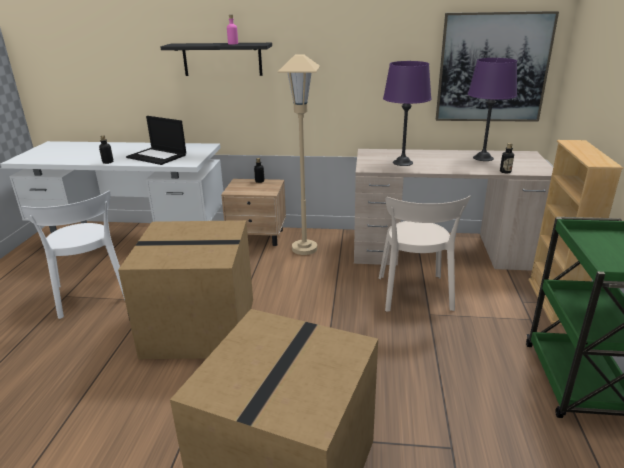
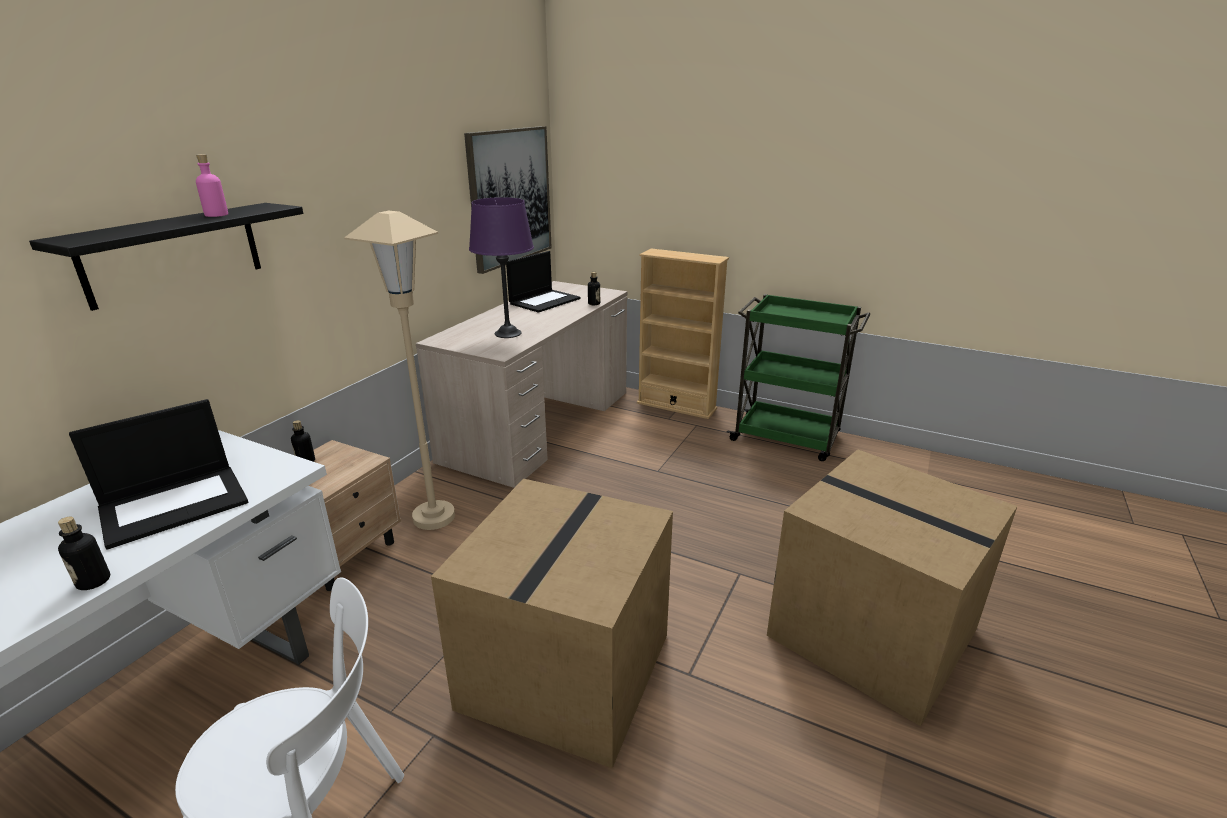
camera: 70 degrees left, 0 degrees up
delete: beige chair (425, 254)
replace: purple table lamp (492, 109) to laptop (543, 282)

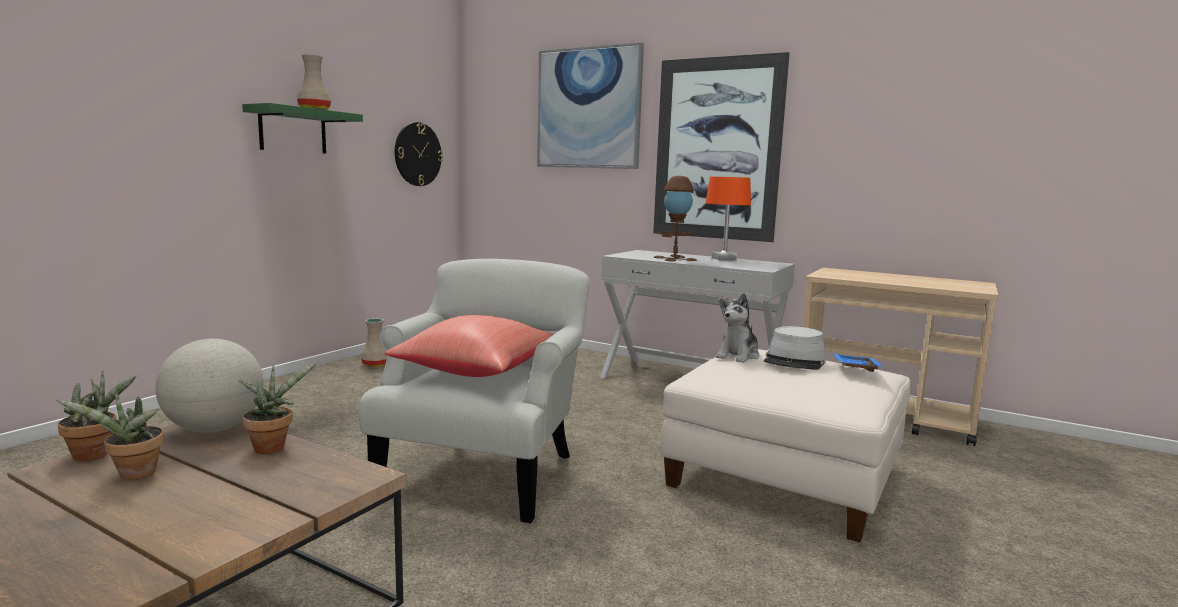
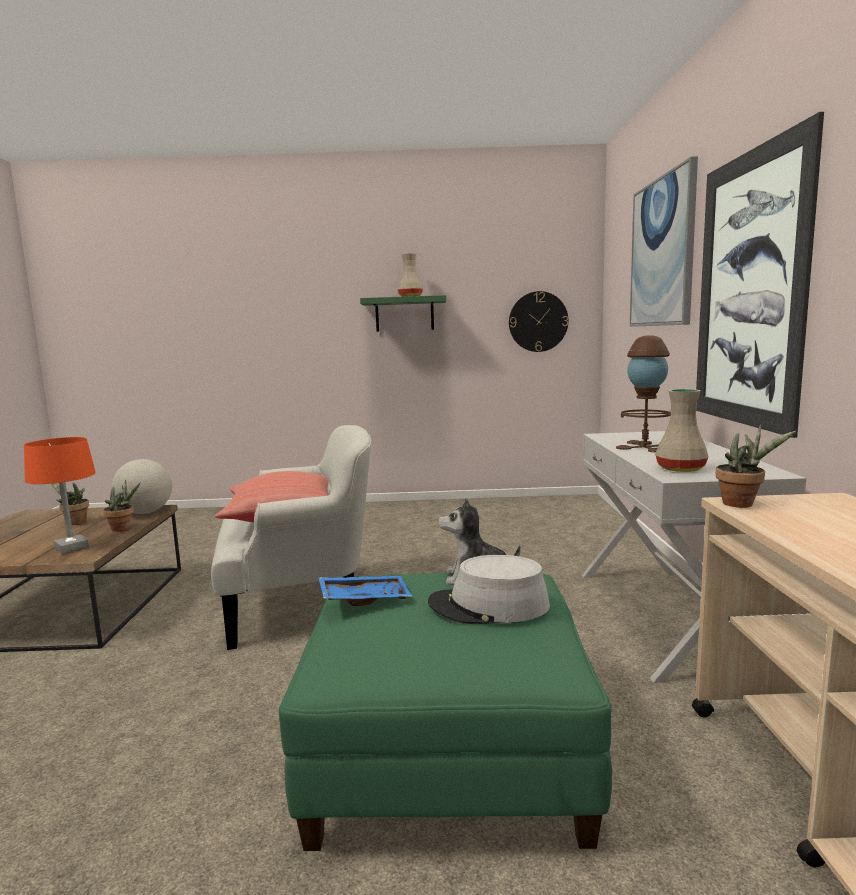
camera: 60 degrees right, 0 degrees up
move: orange table lamp (728, 218) to (60, 495); beige vase (374, 343) to (681, 430); blue tray (858, 362) to (365, 591); potted plant (97, 415) to (756, 466)
recolor: white ottoman (786, 446) to green ottoman (445, 712)

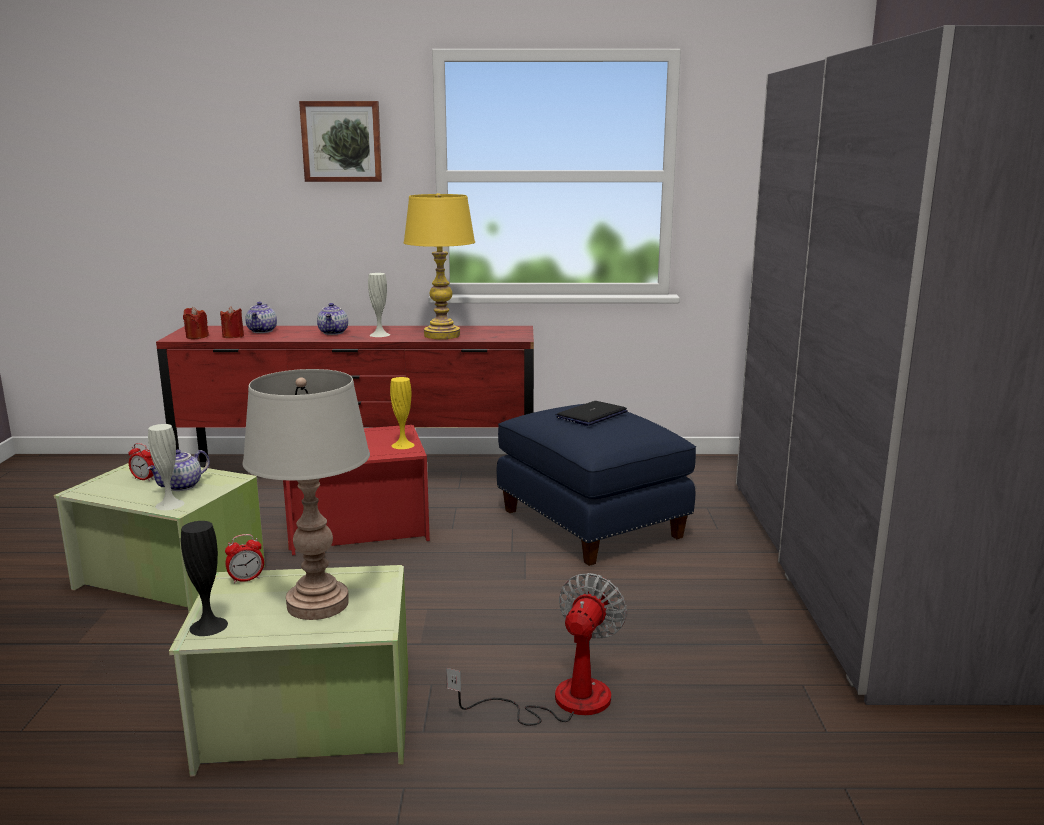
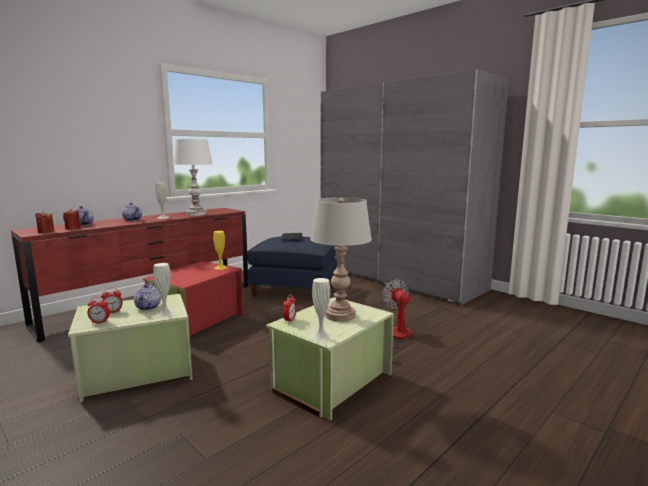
camera: 45 degrees left, 5 degrees down
delete: picture (340, 141)
insert: alarm clock (99, 310)
recolor: yellow table lamp (439, 266) to white table lamp (193, 177); black vase (204, 578) to white vase (321, 309)

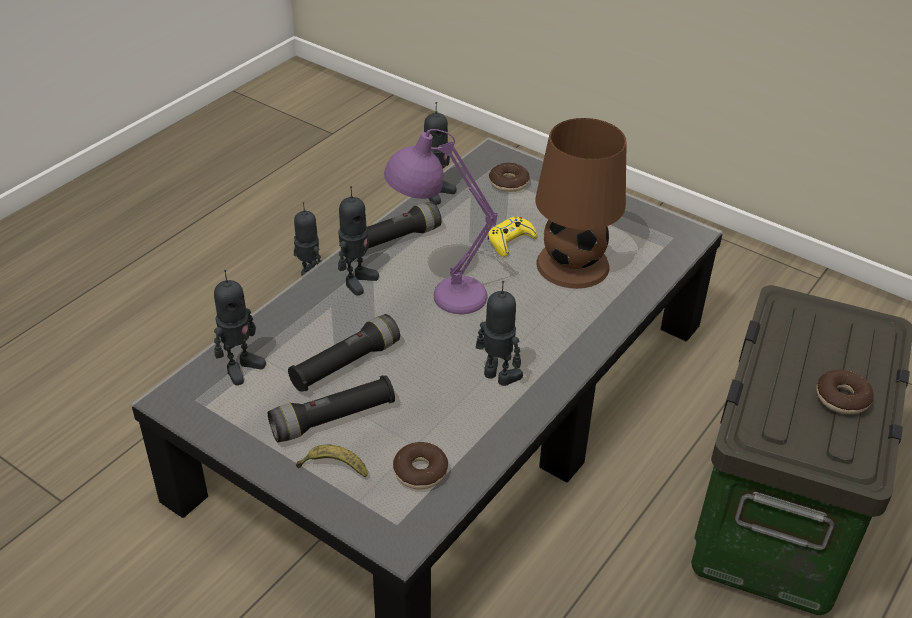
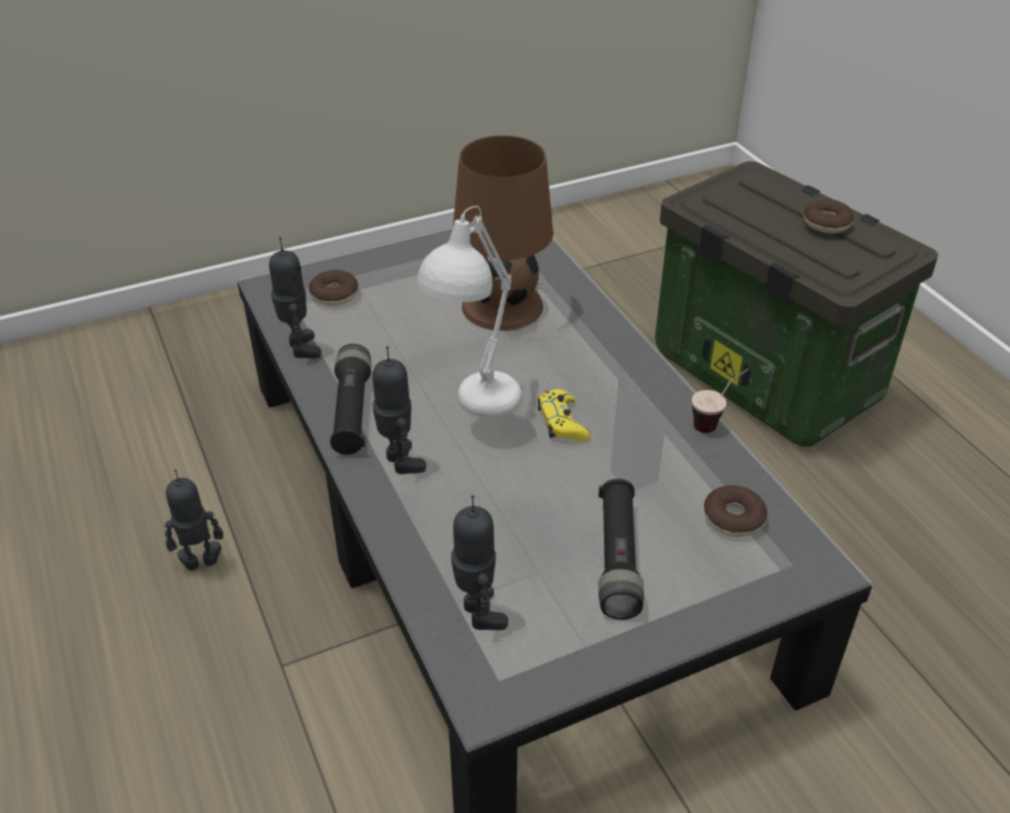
camera: 60 degrees left, 0 degrees up
delete: toy robot (499, 333); black flashlight (344, 353); banana (332, 461)
insert: cup (720, 401)
move: yellow game controller (512, 236) to (564, 415)
recolor: purple table lamp (440, 221) to white table lamp (469, 311)

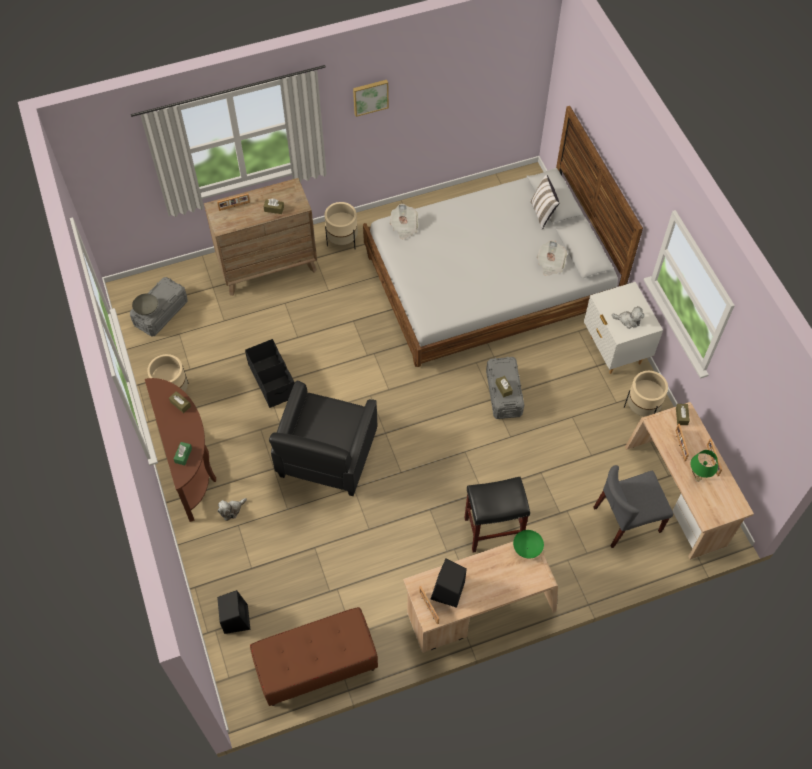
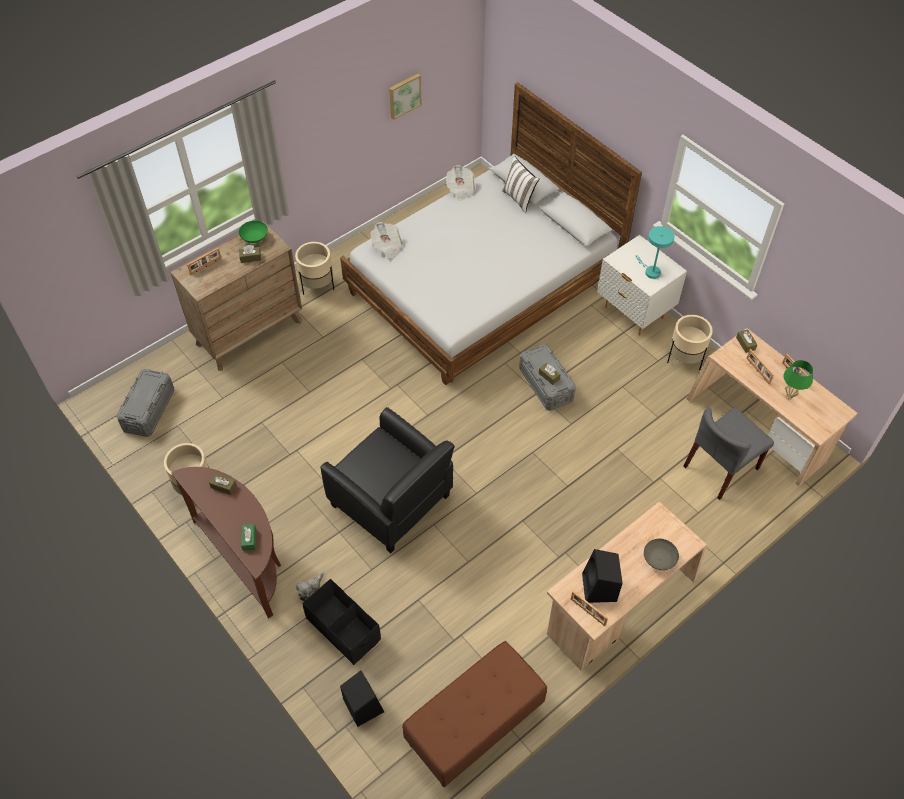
camera: 20 degrees left, 5 degrees down
delete: black stool (497, 514)
move: picture (371, 98) to (405, 97); newspaper (552, 258) to (460, 183); grey bowl (145, 304) to (661, 554); black storage box (270, 373) to (342, 622); green bowl (528, 544) to (253, 232)
replace: plush toy (628, 317) to turquoise table lamp (655, 252)
rotate: black armchair (323, 438) = (387, 480) 45 degrees counterclockwise

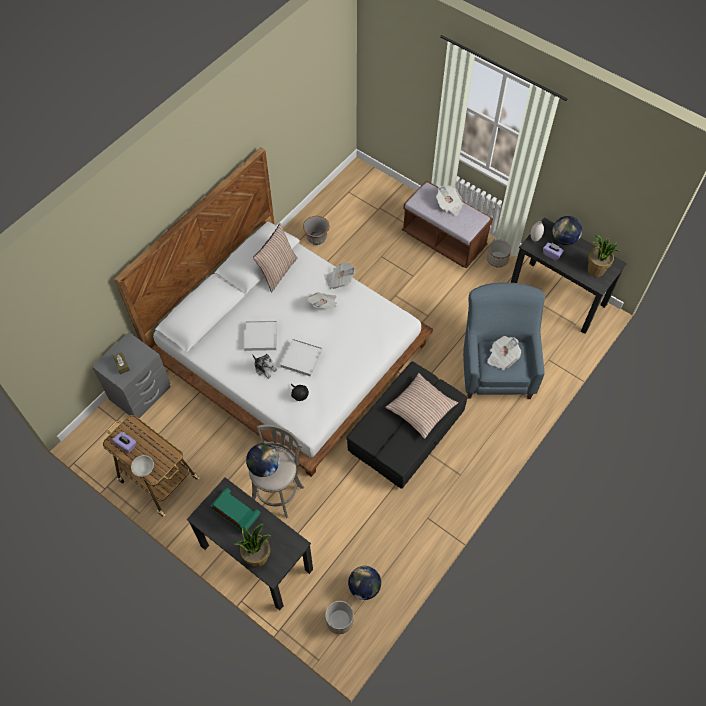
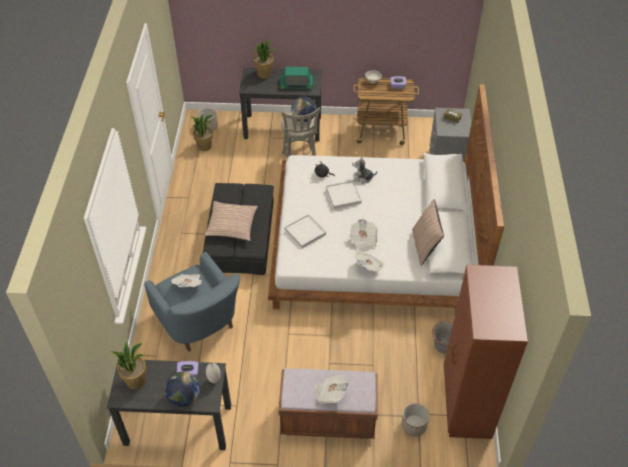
camera: 145 degrees right, 10 degrees down
insert: brown wardrobe (486, 352)
move: planter (499, 253) to (415, 419); white tray (260, 336) to (305, 231)
replace: globe (364, 583) to potted plant (201, 133)

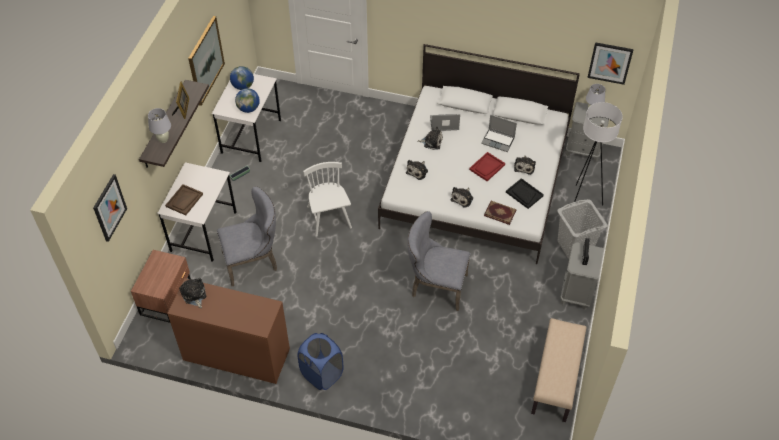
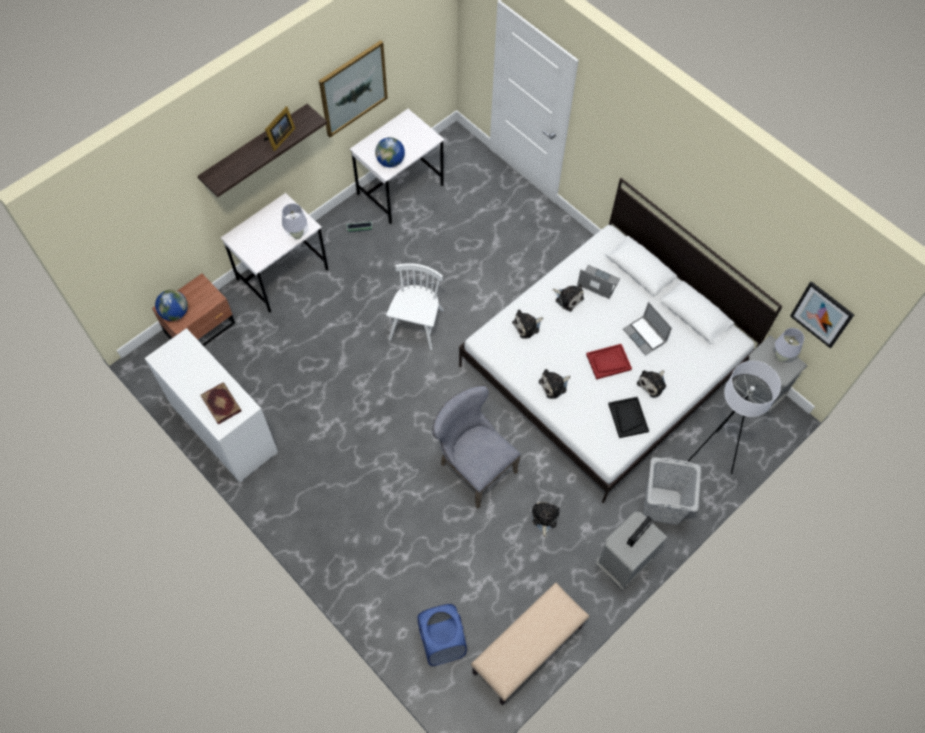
camera: 30 degrees right, 10 degrees up
delete: picture (110, 208); brown tray (184, 199); grey chair (247, 236)
move: globe (242, 78) to (171, 305); white table lamp (159, 125) to (294, 221); book (500, 213) to (221, 404); plush toy (192, 293) to (546, 519); blue laundry basket (321, 361) to (442, 635)
recolor: brown dresser (228, 331) to white dresser (211, 405)

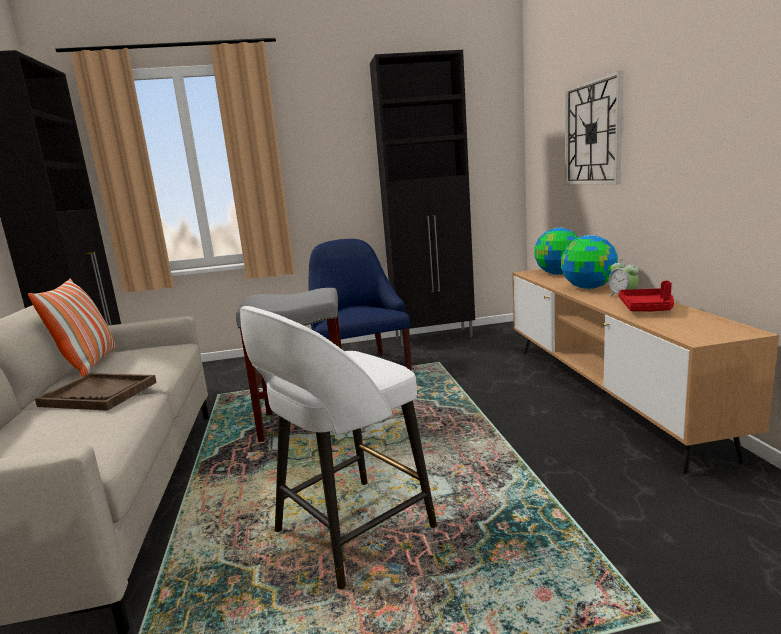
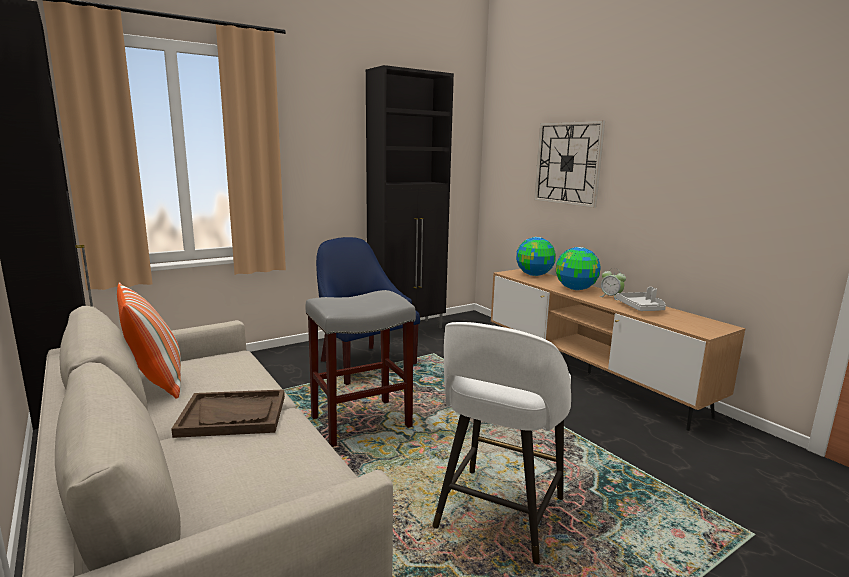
camera: 25 degrees left, 0 degrees up
recolor: red tray (646, 296) to grey tray (641, 299)

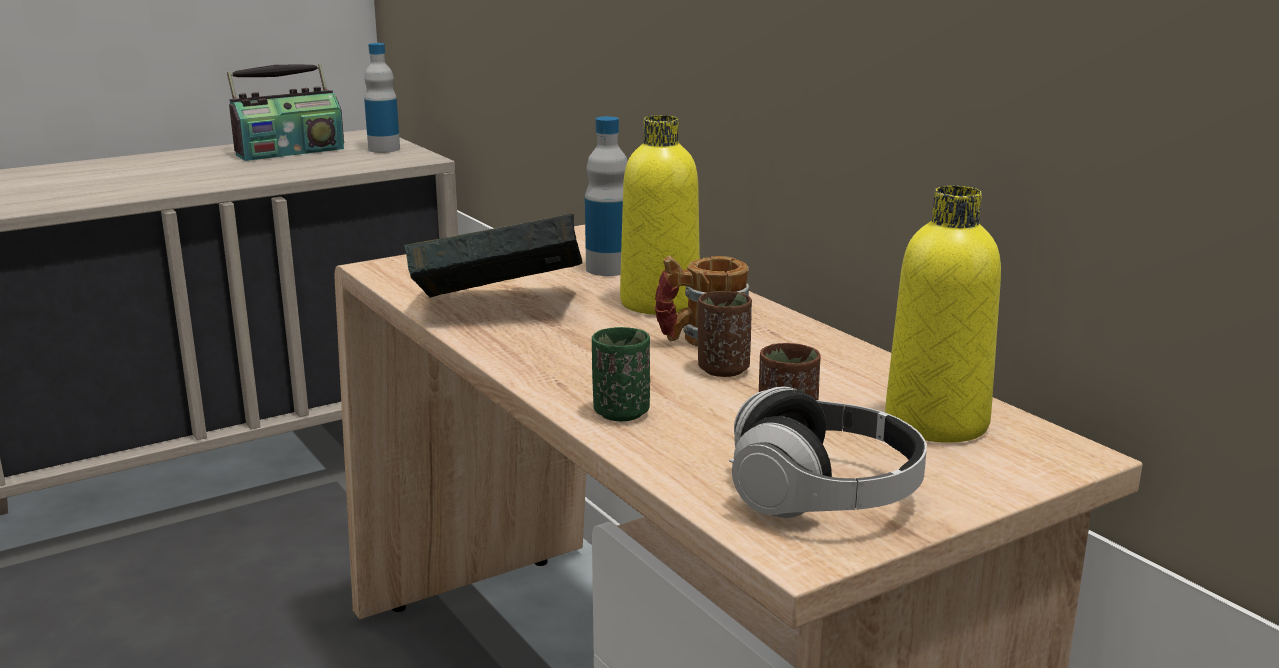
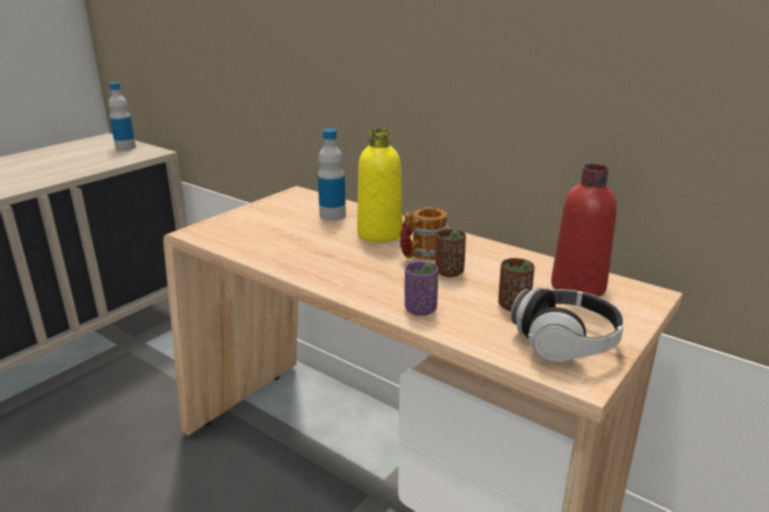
camera: 20 degrees left, 5 degrees up
delete: radio (285, 112); book (493, 256)
recolor: yellow bottle (943, 314) to red bottle (584, 230); green cup (621, 374) to purple cup (421, 288)

